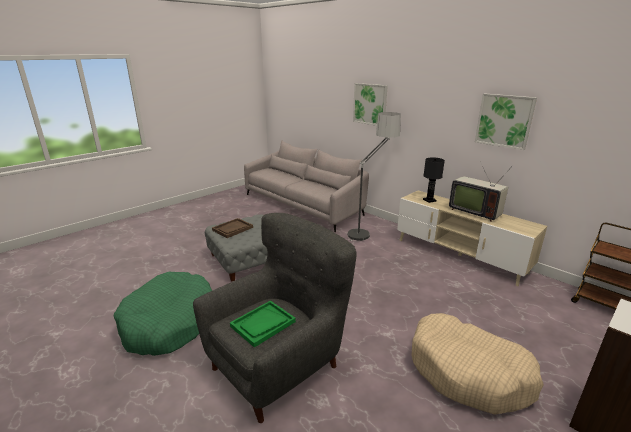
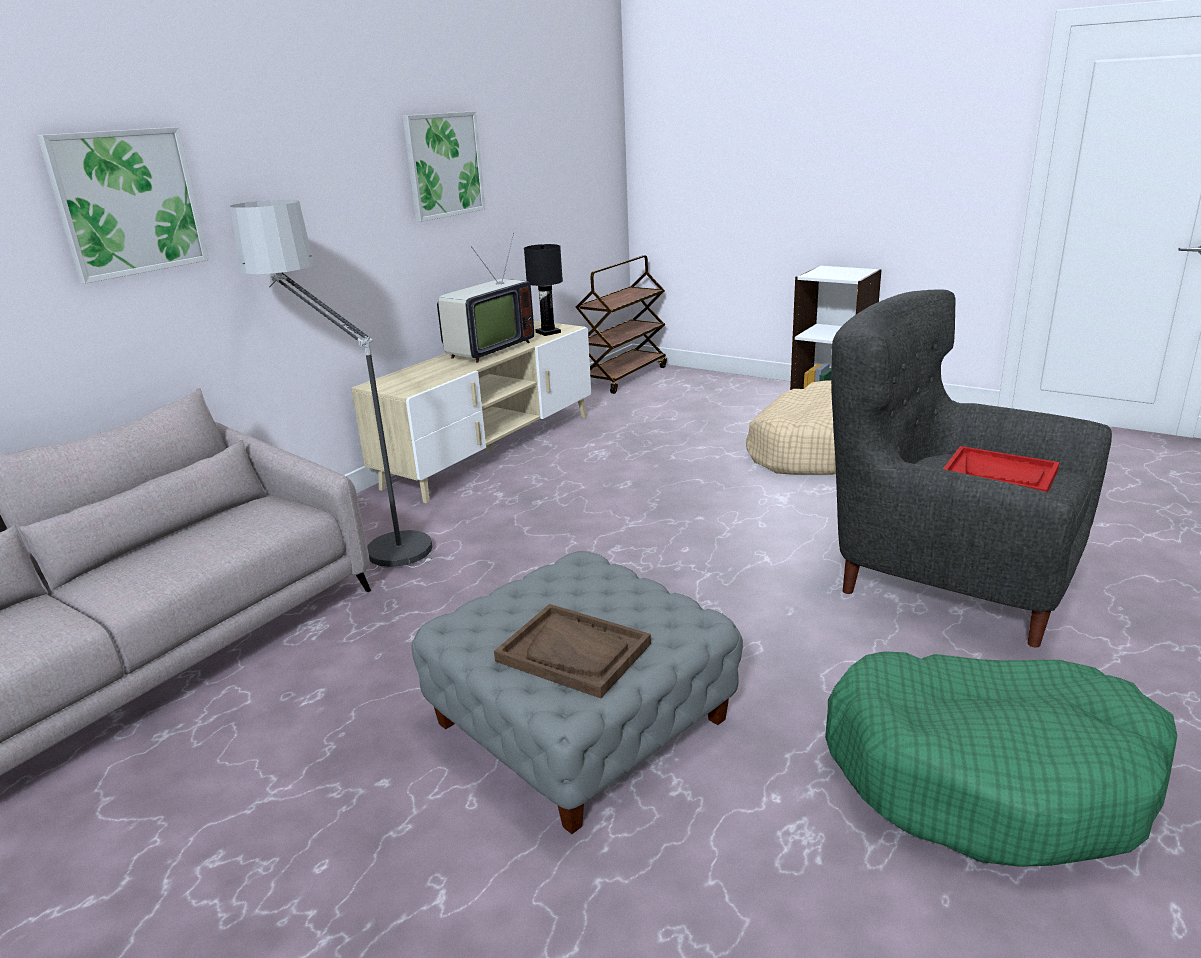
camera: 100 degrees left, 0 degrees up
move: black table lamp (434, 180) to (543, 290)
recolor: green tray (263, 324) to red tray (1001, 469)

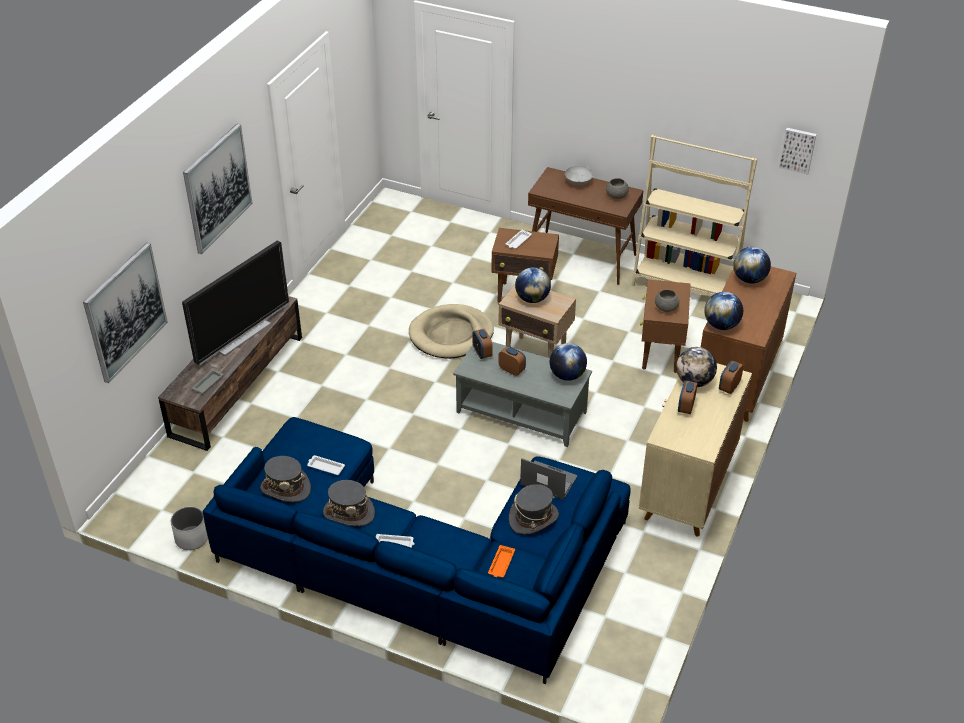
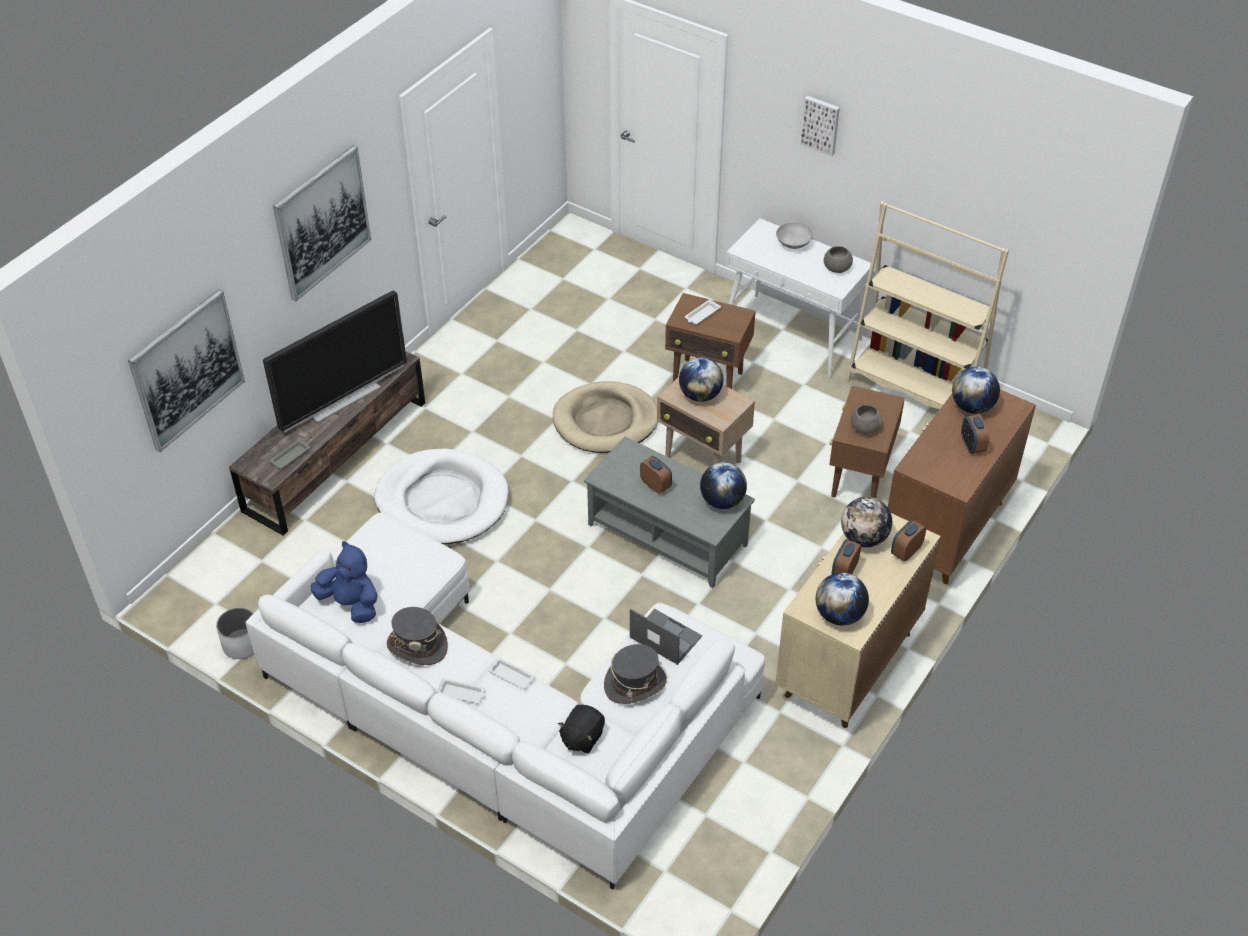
camera: 10 degrees right, 5 degrees up
insert: white dog bed (441, 496)
move: picture (797, 151) to (820, 126); globe (724, 311) to (842, 599); alarm clock (482, 344) to (975, 434); white tray (326, 465) to (511, 673)
replace: grey hat (286, 479) to blue plush toy (344, 582); orange tray (501, 561) to black plush toy (581, 729)
recolor: brown console table (586, 226) to white console table (798, 298); blue sofa (416, 550) to white sofa (505, 701)

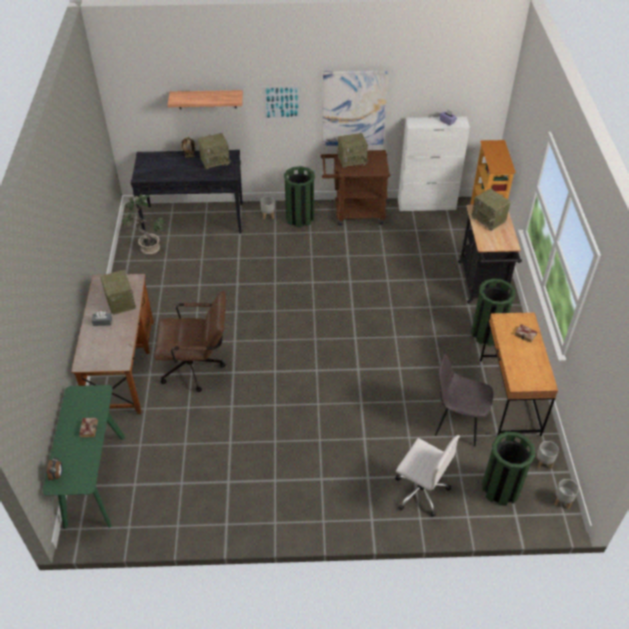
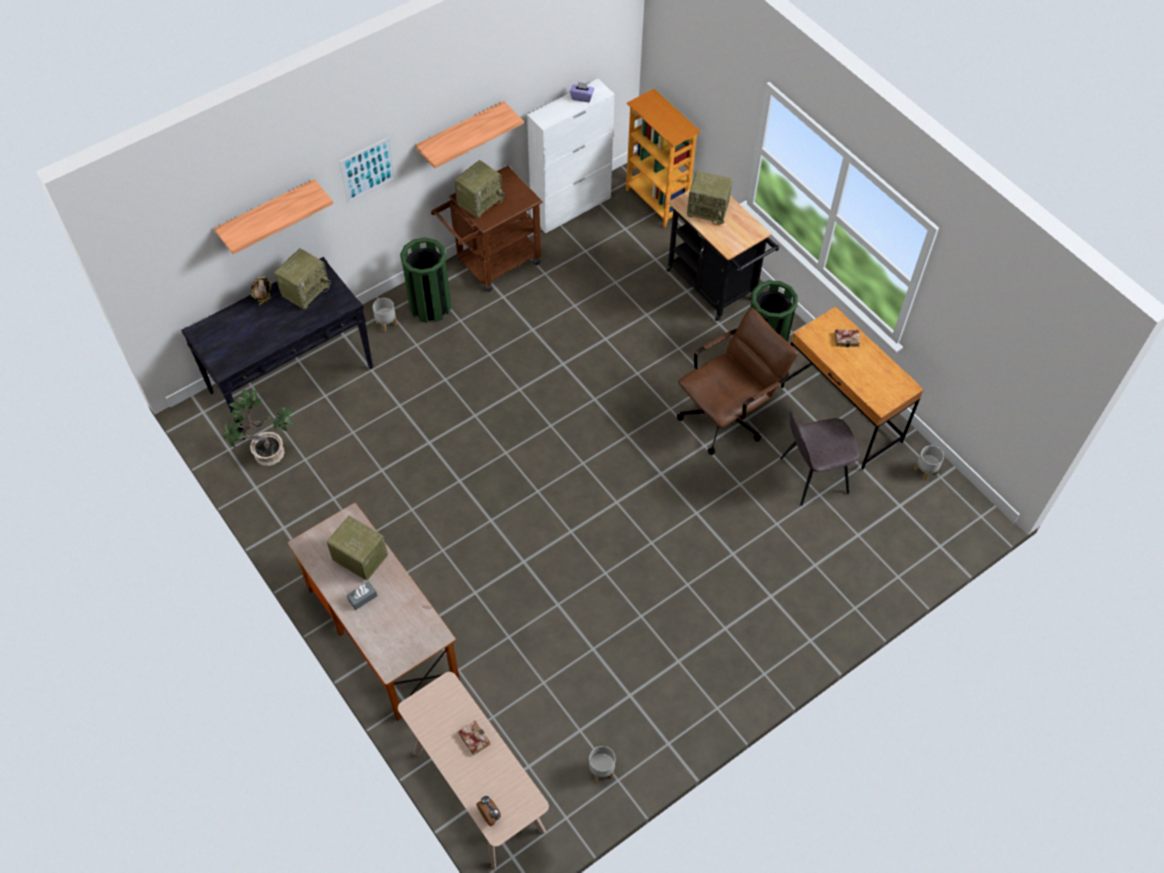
camera: 35 degrees left, 10 degrees up
delete: green trash can (508, 469); white office chair (427, 476)
move: brown office chair (190, 341) to (737, 381); grey planter (566, 494) to (602, 764)
replace: picture (356, 108) to shelf (469, 135)
recolor: green console table (83, 457) to beige console table (473, 771)

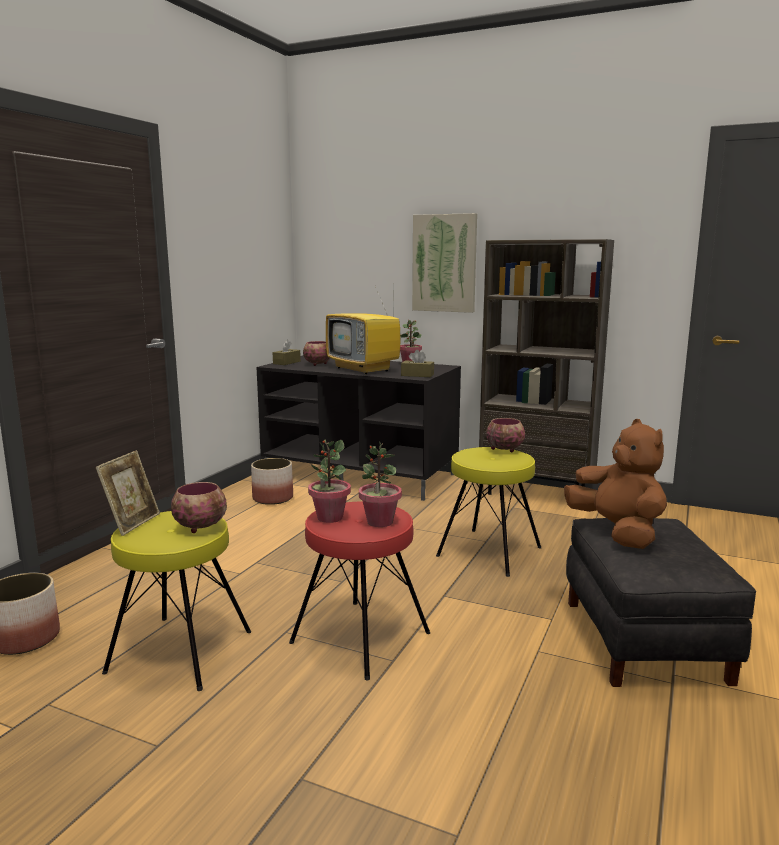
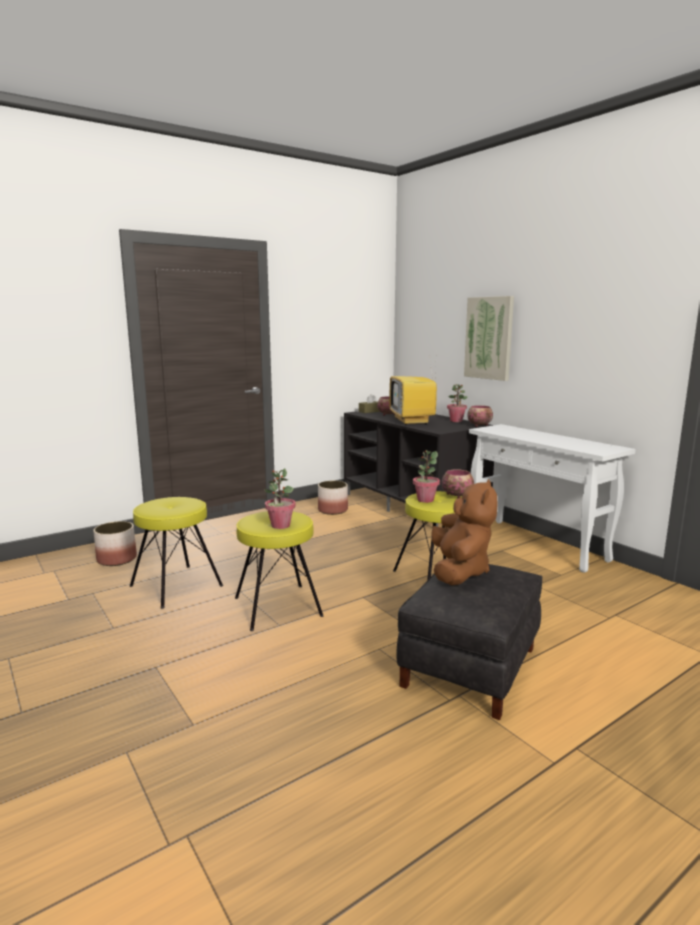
camera: 30 degrees right, 0 degrees up
delete: brown tissue box (417, 363); picture frame (128, 493)
move: potted plant (329, 481) to (426, 476); bowl (199, 507) to (480, 416)
replace: brown bookcase (546, 367) to white console table (552, 498)
recolor: red stool (359, 591) to yellow stool (279, 571)

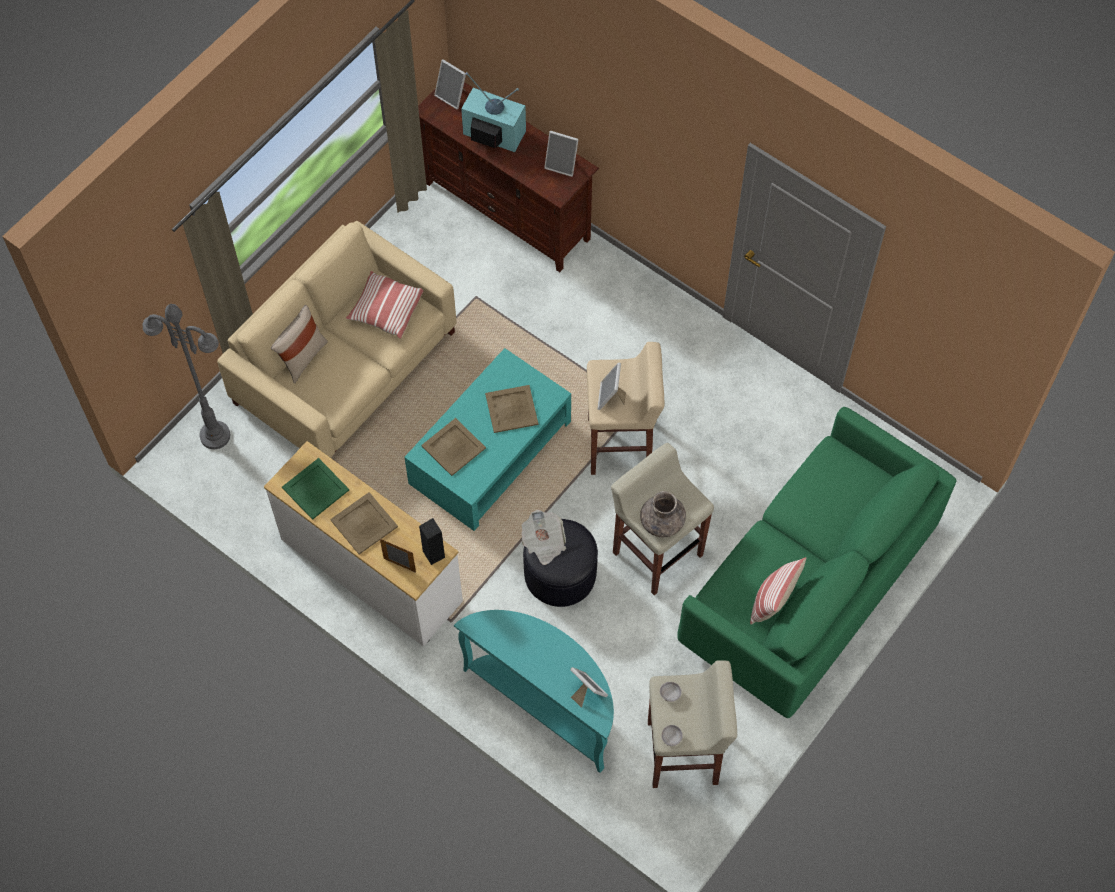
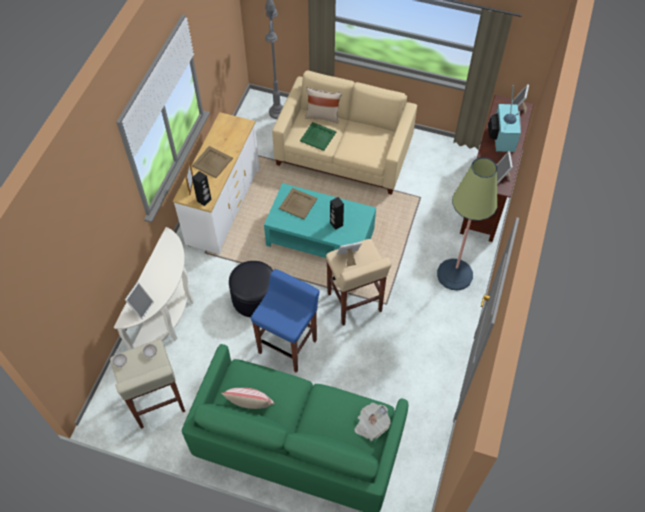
camera: 70 degrees right, 5 degrees down
delete: pillow (385, 305); grey vase (663, 514)
insert: floor lamp (467, 223)
move: green tray (315, 489) to (318, 136); newspaper (544, 537) to (372, 422)
replace: beige tray (512, 409) to black speaker (337, 213)
recolor: beige stool (662, 519) to blue stool (285, 321); turquoise console table (534, 691) to white console table (154, 288)

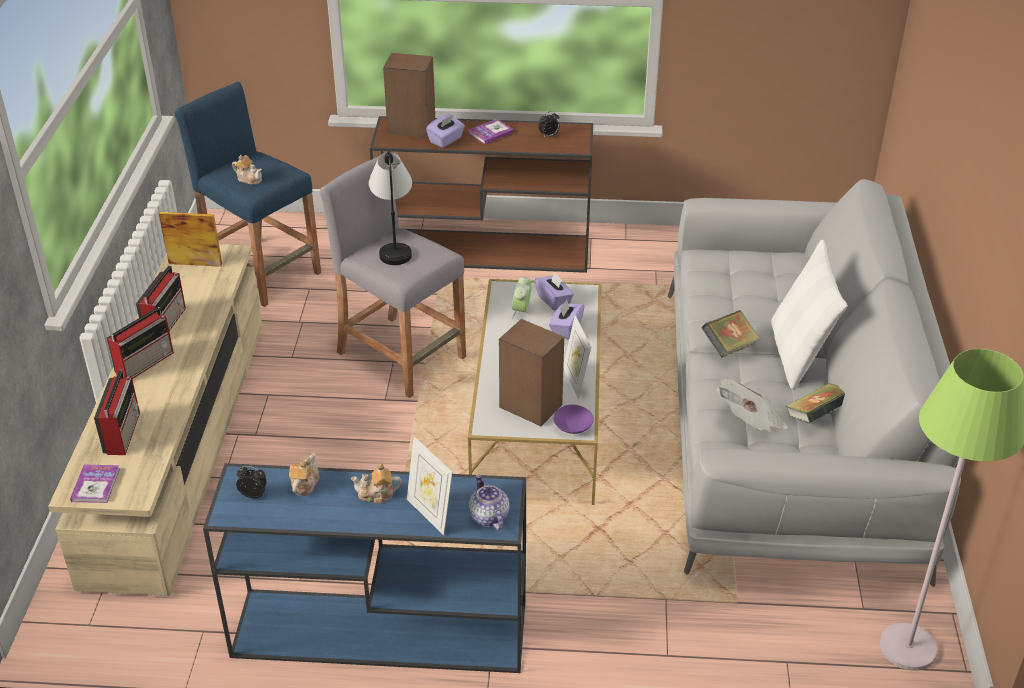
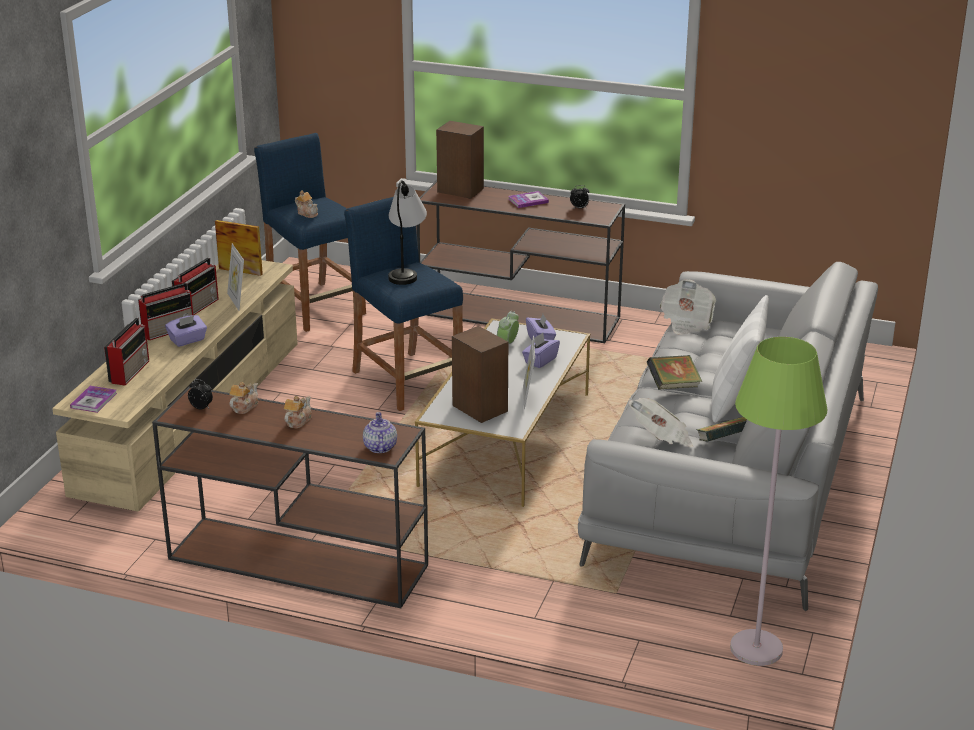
camera: 15 degrees right, 10 degrees down
delete: purple bowl (574, 419)
insert: newspaper (688, 307)
move: purple tissue box (445, 131) to (186, 331); picture frame (430, 486) to (235, 277)
recolor: grey stool (393, 277) to blue stool (403, 304); blue console table (364, 568) to brown console table (290, 497)
rotate: teapot (376, 483) = (298, 412) 105 degrees clockwise

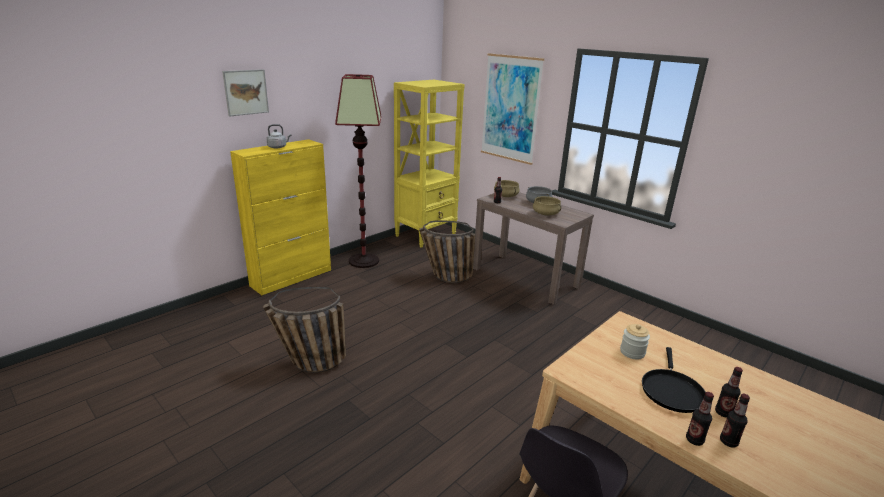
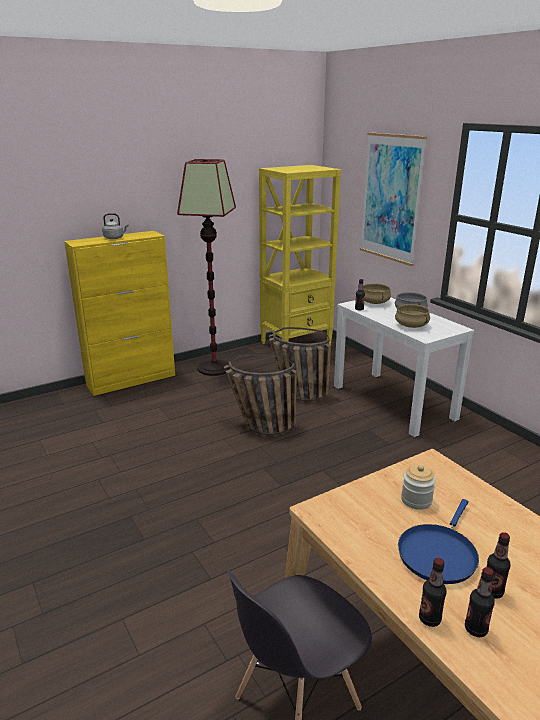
camera: 15 degrees right, 0 degrees up
delete: picture (245, 93)
move: basket (305, 330) to (260, 394)
recolor: brown console table (533, 248) to white console table (404, 367); black frying pan (674, 380) to blue frying pan (438, 541)

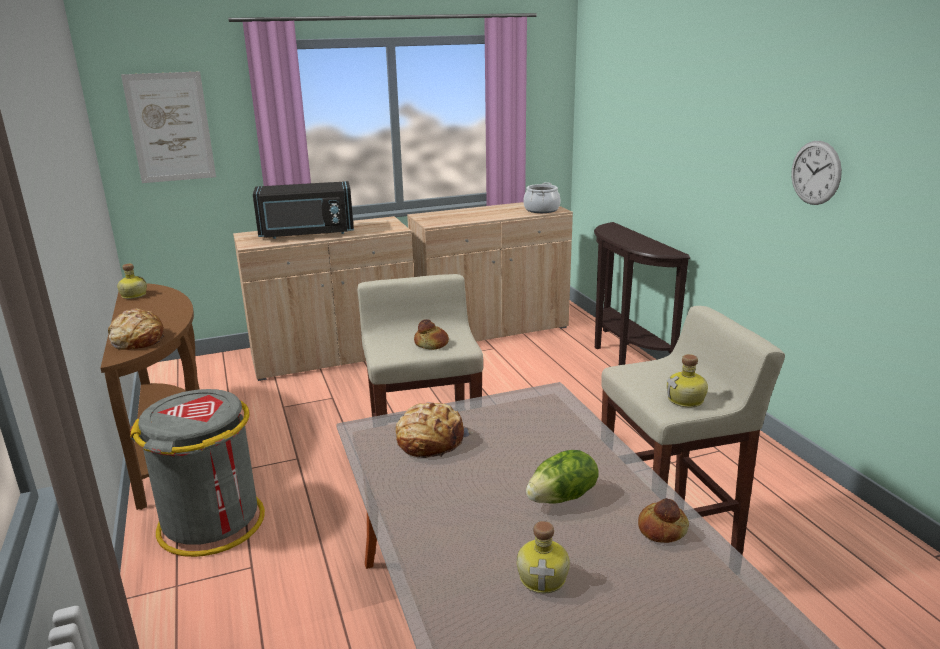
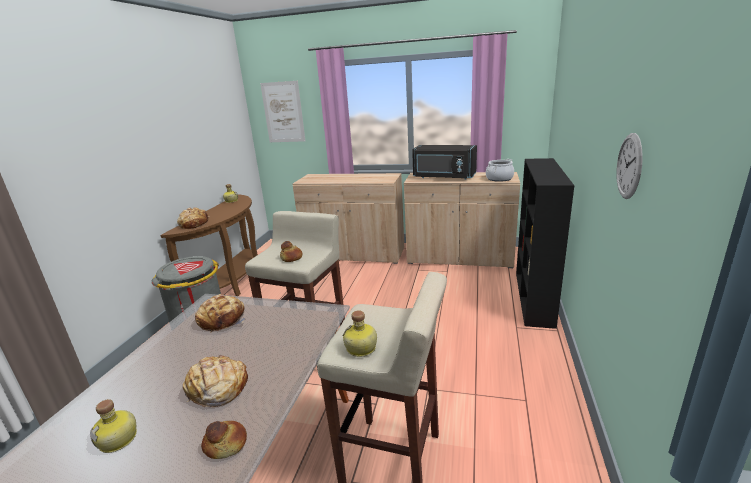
camera: 35 degrees right, 0 degrees up
move: black microwave (303, 210) to (444, 162)
replace: brown console table (642, 293) to black bookcase (545, 243); lettuce (562, 477) to bread (215, 381)

